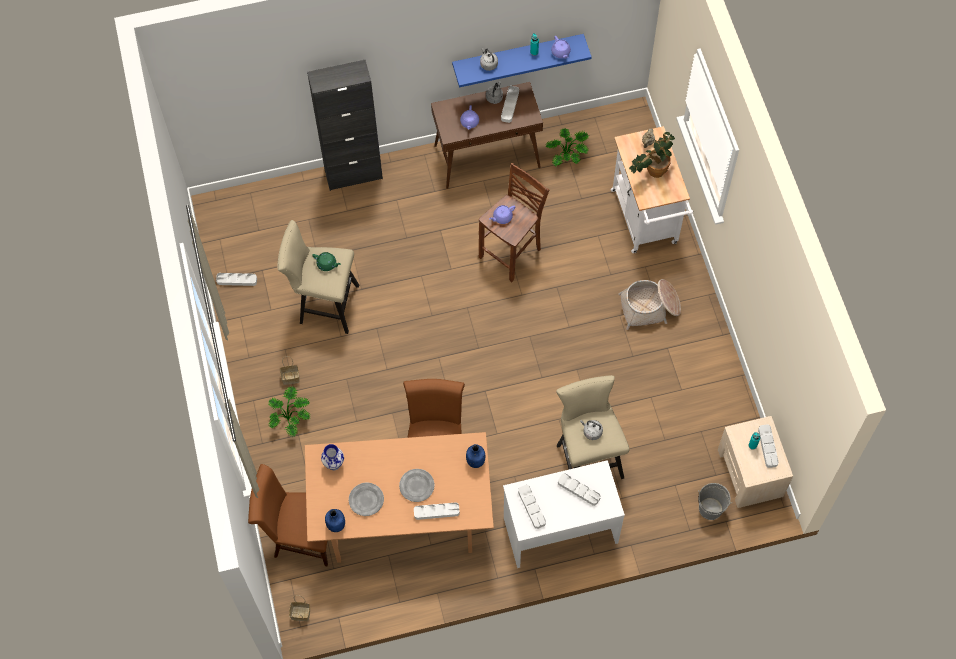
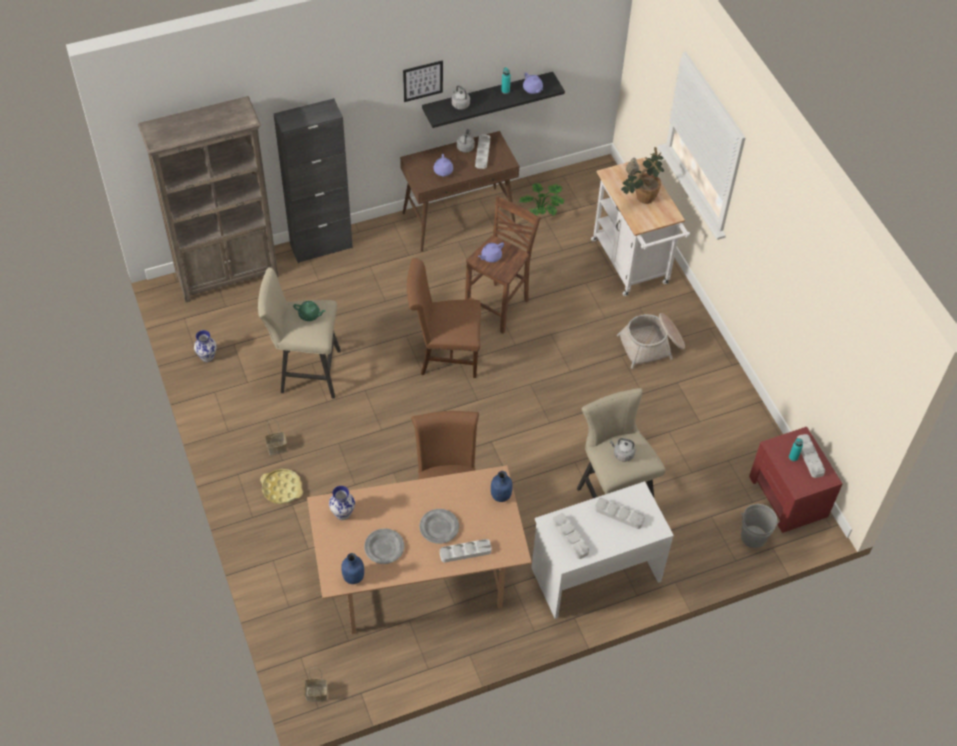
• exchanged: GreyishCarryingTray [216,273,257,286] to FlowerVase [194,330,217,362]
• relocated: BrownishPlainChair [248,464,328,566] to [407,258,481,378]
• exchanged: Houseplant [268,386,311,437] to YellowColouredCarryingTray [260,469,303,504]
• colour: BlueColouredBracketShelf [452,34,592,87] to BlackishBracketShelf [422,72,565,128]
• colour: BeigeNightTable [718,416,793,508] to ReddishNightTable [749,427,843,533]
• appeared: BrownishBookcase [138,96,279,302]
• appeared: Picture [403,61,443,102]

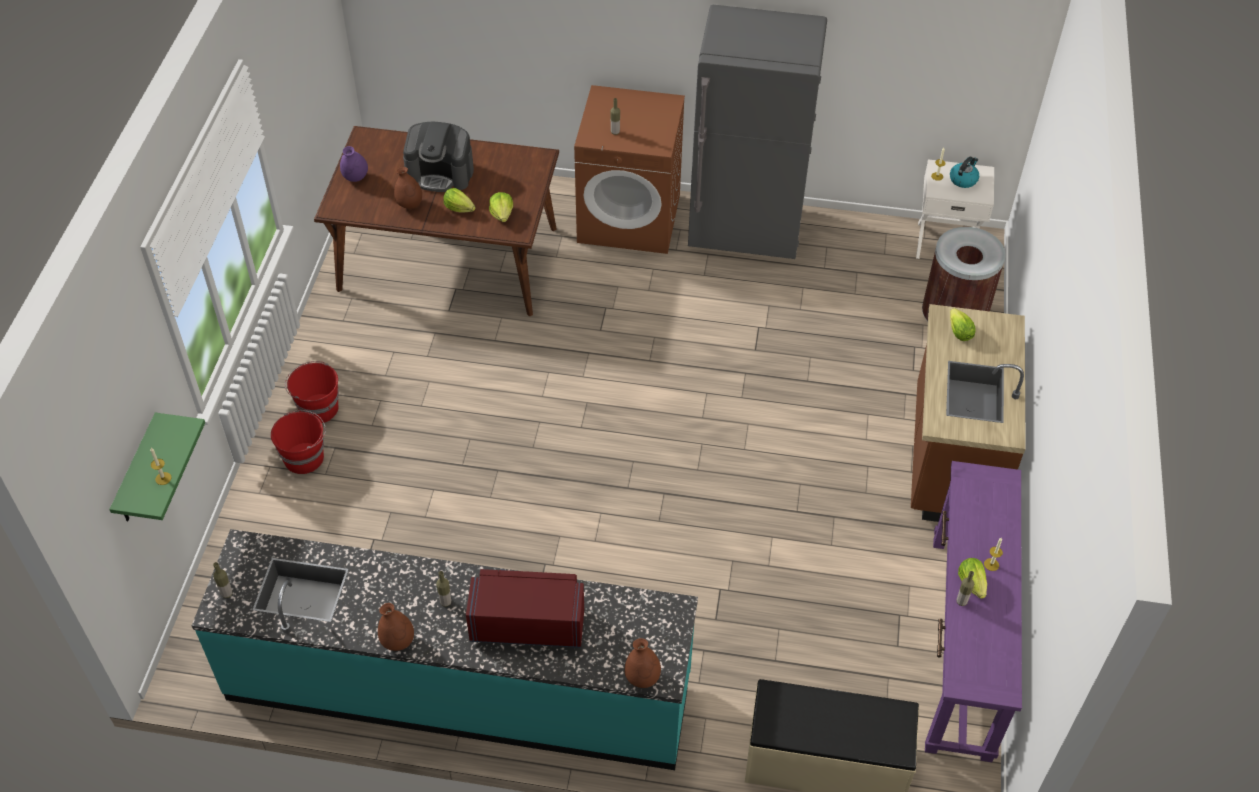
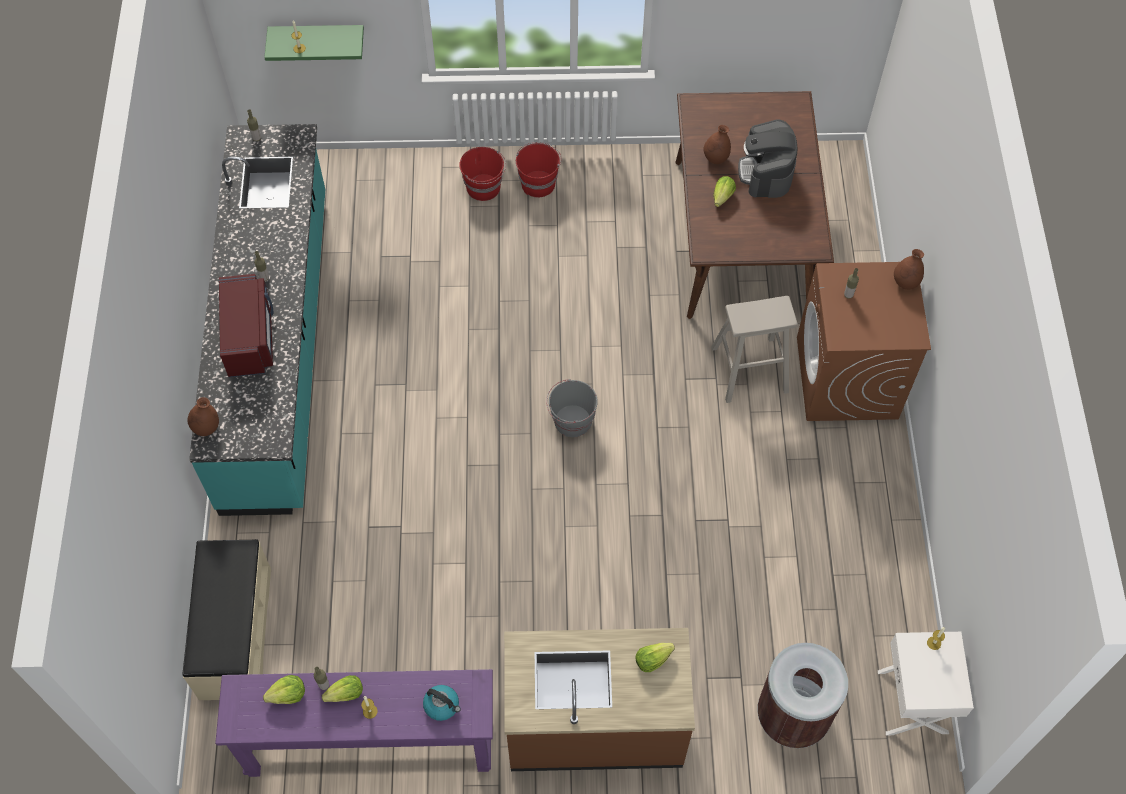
• missing: PurpleColouredFlowerVase [340,146,368,182]
• relocated: BrownishFlowerVase [378,603,414,651] to [894,249,924,290]
• relocated: LettuceHead [489,192,513,222] to [263,675,305,704]
• missing: GreyishKitchenFridge [688,5,827,259]
• relocated: WaterKettle [950,157,979,188] to [423,685,461,721]
• appeared: GreyishPail [546,379,598,437]
• appeared: BeigeStoolSeat [711,296,798,403]

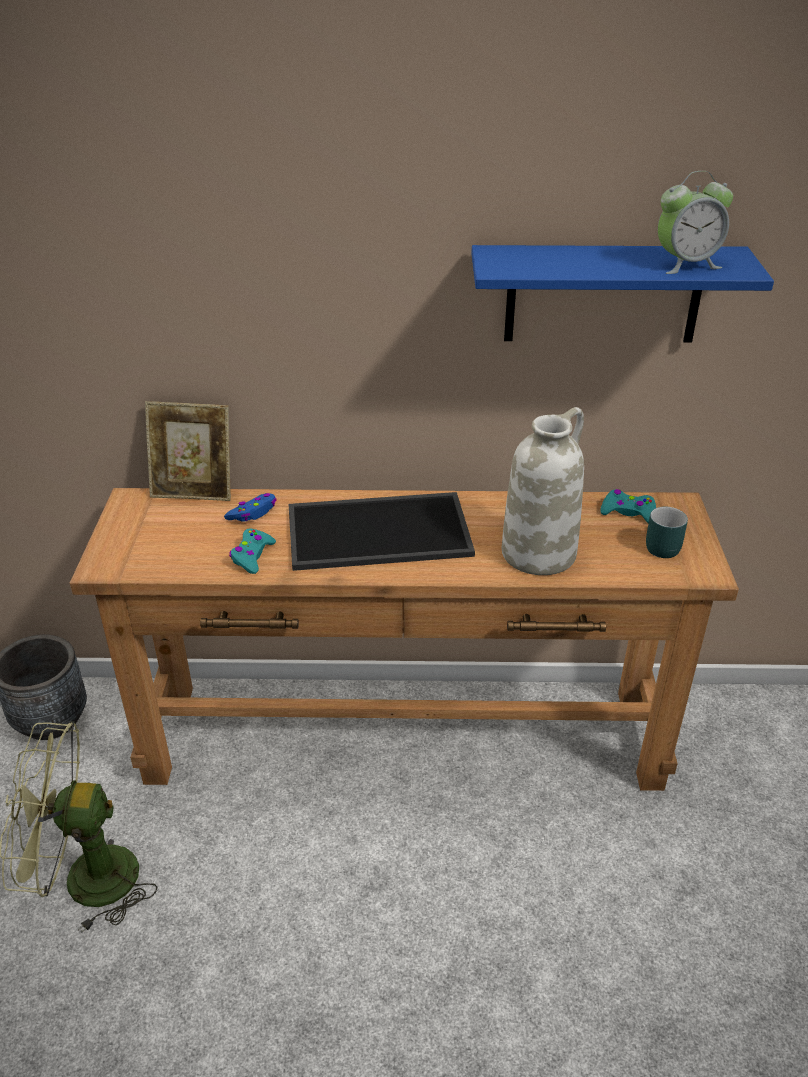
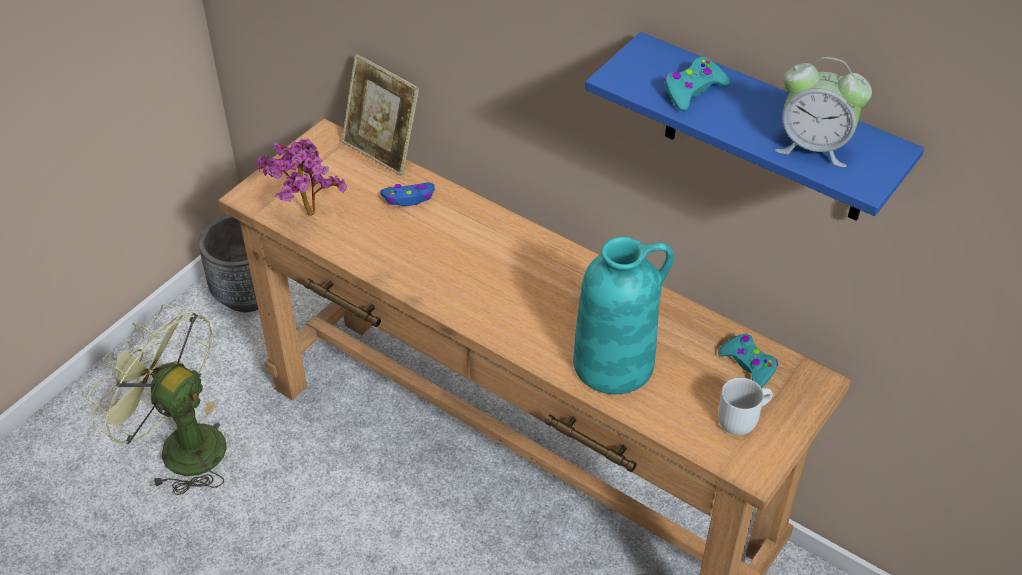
• relocated: BlueGreenGamepad [229,528,276,574] to [664,57,730,111]
• missing: CarryingTray [288,492,475,571]
• colour: WhitishFlowerVase [502,407,584,575] to BlueGreenFlowerVase [573,237,674,394]
• colour: BlueGreenCoffeeMug [646,507,688,558] to WhitishCoffeeMug [718,377,773,435]
• appeared: Houseplant [257,139,347,216]

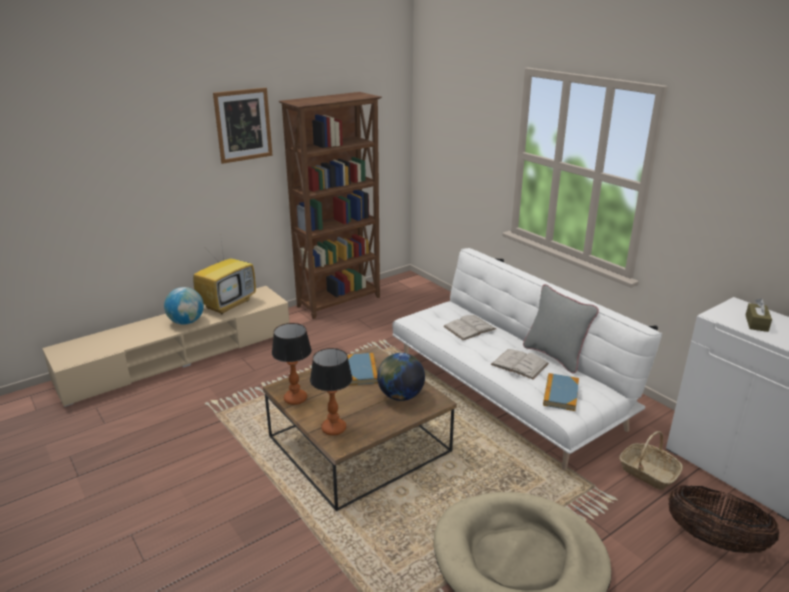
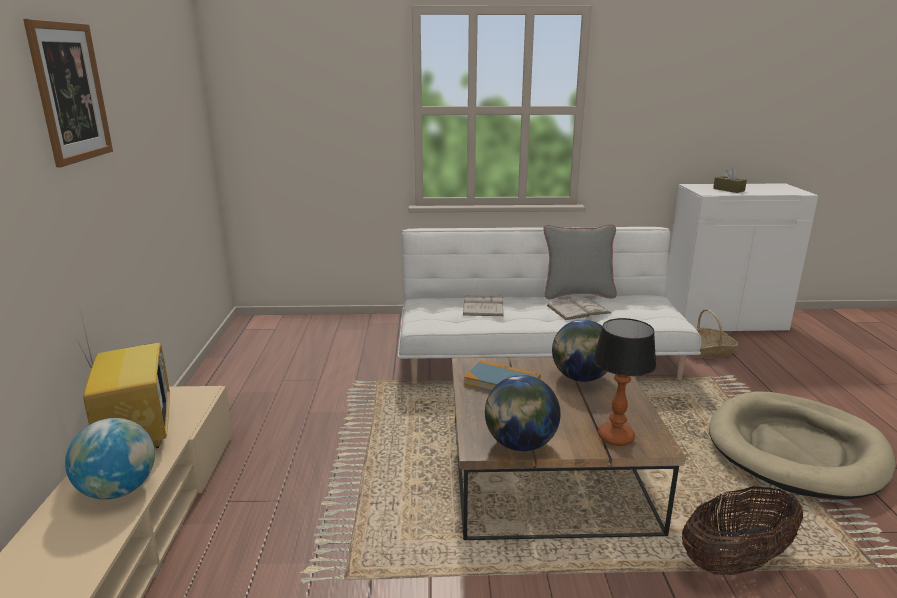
• exchanged: LampForATable [272,323,312,405] to DeskGlobe [485,375,561,451]
• missing: BrownishBookcase [278,92,382,319]
• missing: Volume [543,373,579,411]
• relocated: HouseholdBasket [668,485,779,553] to [682,486,803,575]

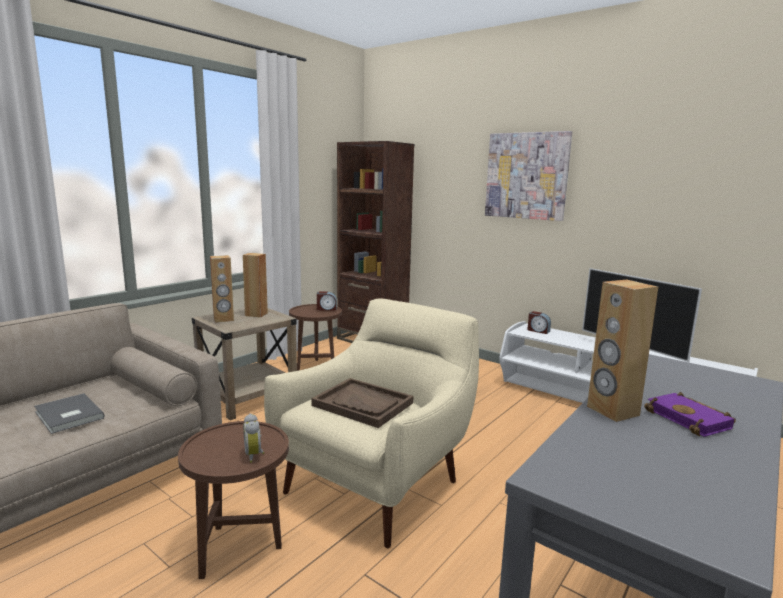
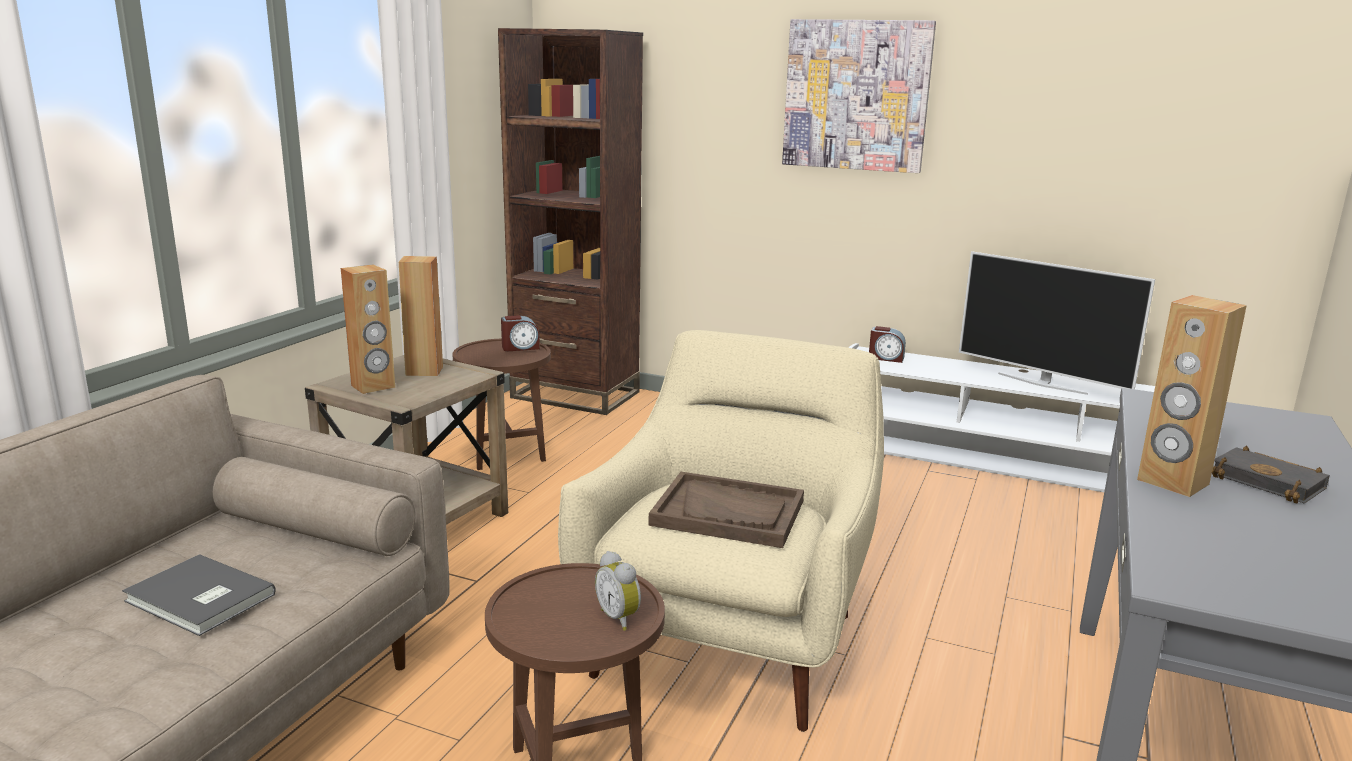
• colour: PurpleColouredVolume [644,392,736,437] to BlackishVolume [1212,446,1330,504]

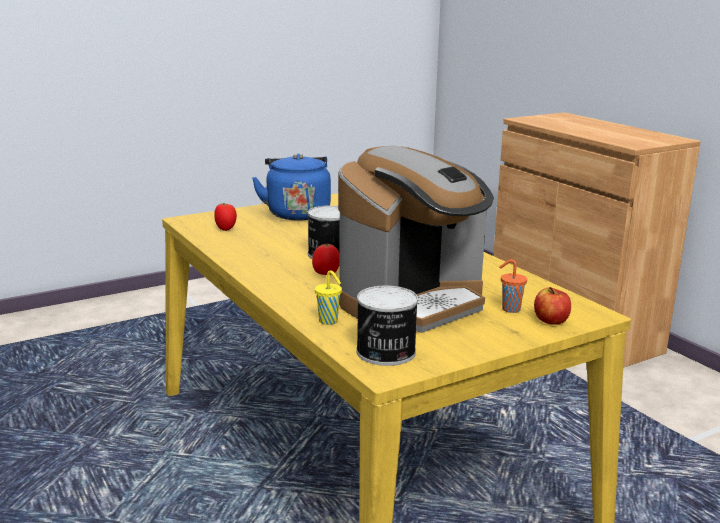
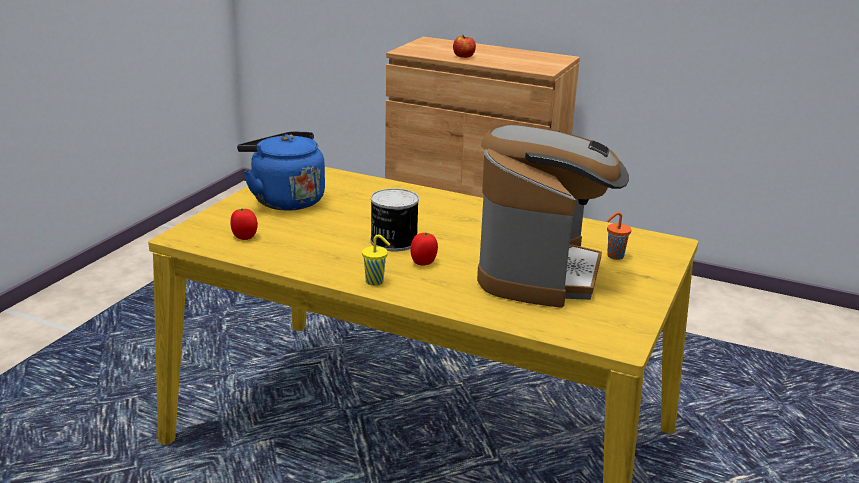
• relocated: YellowColouredSmallCup [315,270,342,325] to [362,235,390,286]
• missing: MetalCan [356,286,418,366]
• relocated: AppleFruit [534,287,571,325] to [453,35,476,58]

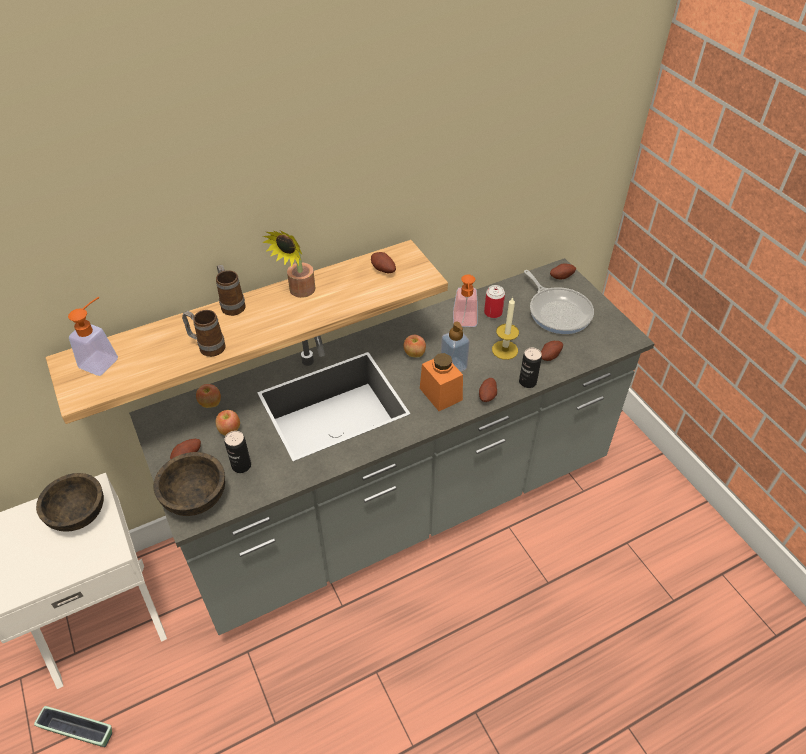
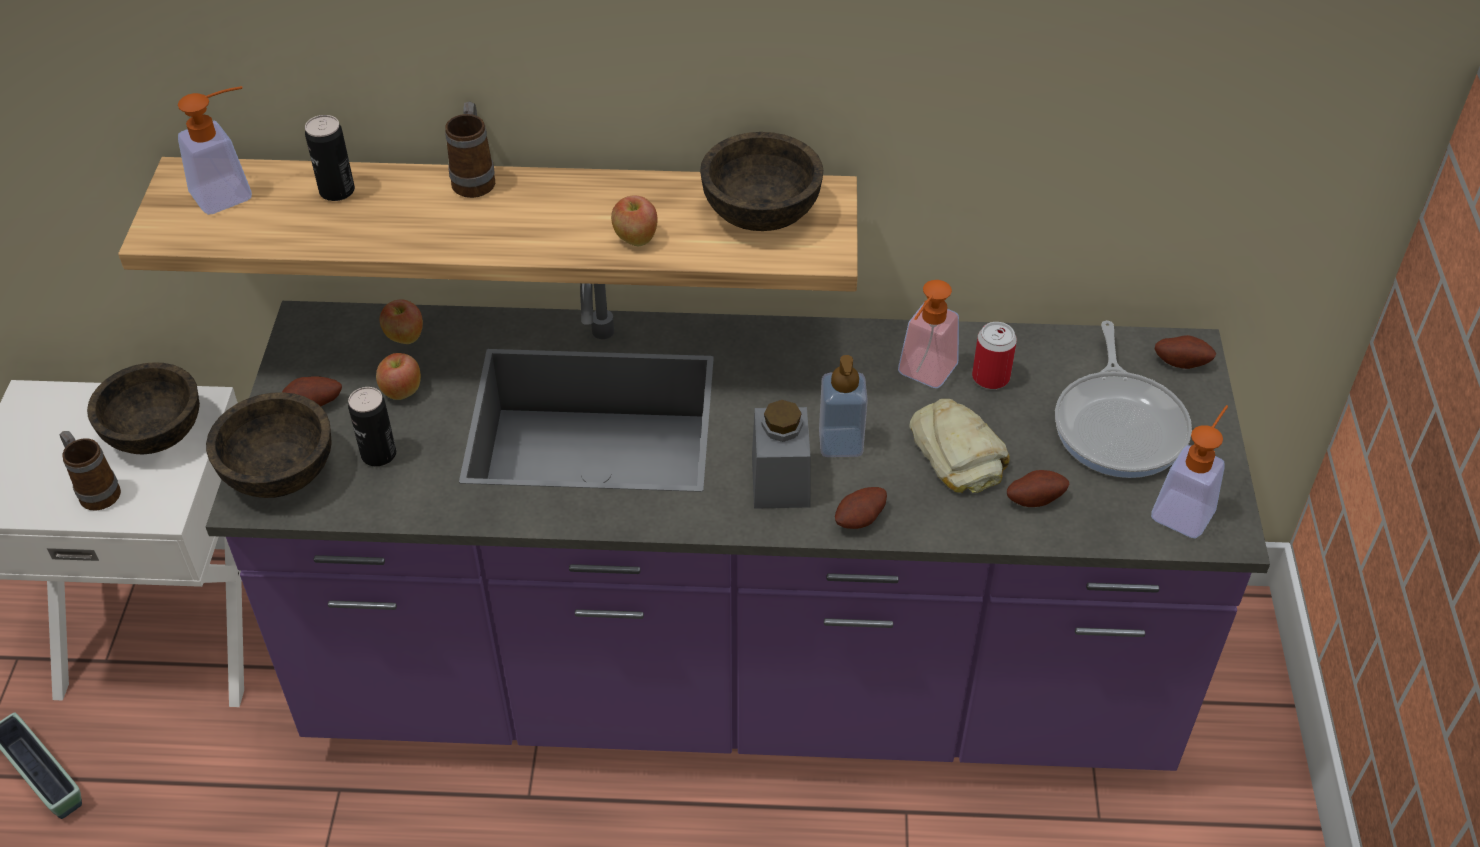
• colour: GreyishKitchenCounter [129,258,655,635] to PurpleColouredKitchenCounter [206,283,1270,771]
• relocated: CoffeeMug [182,310,225,357] to [60,431,121,510]
• missing: Houseplant [262,230,315,298]
• exchanged: WholePotato [371,252,396,273] to BrownishServingBowl [700,132,823,231]
• relocated: AppleFruit [404,335,426,358] to [611,195,658,246]
• colour: OrangeyPreserveJar [420,353,463,411] to GreyishPreserveJar [752,400,811,509]
• exchanged: Candle [492,297,519,360] to BakedBread [909,399,1009,493]
• relocated: MetalCan [519,348,542,388] to [305,115,355,201]
• appeared: LiquidSoapBottle [1151,405,1228,539]

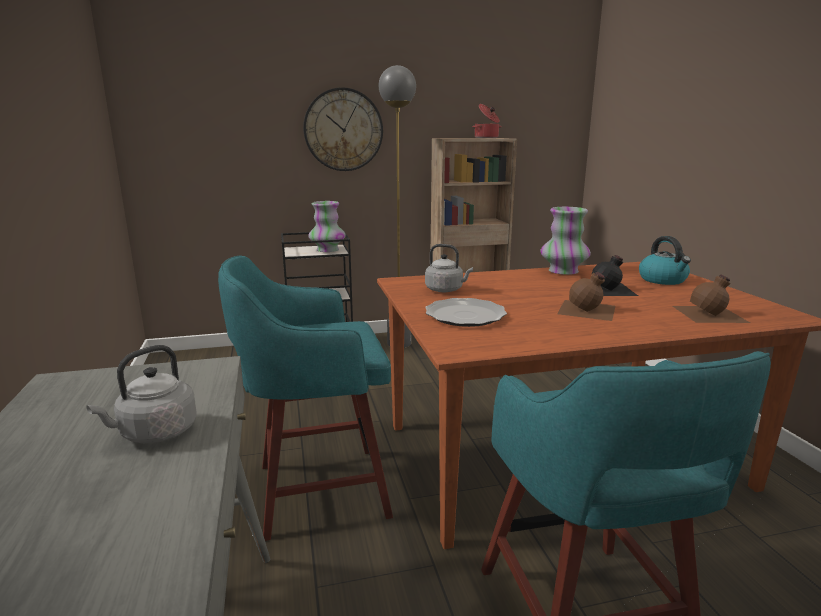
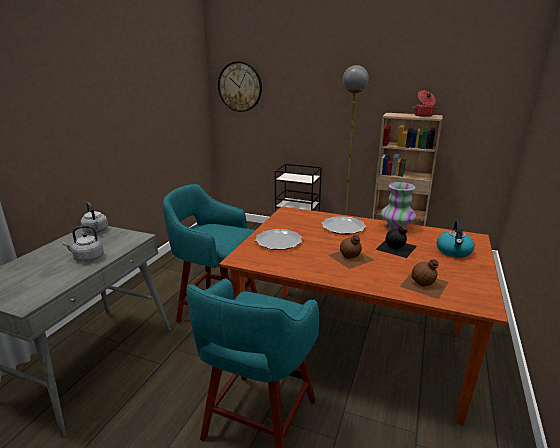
• relocated: WallClock [303,87,383,171] to [218,61,262,112]
• missing: FlowerVase [308,201,346,252]
• relocated: GreyishWaterKettle [425,244,473,292] to [81,202,108,234]
• appeared: Plate [322,216,366,235]

